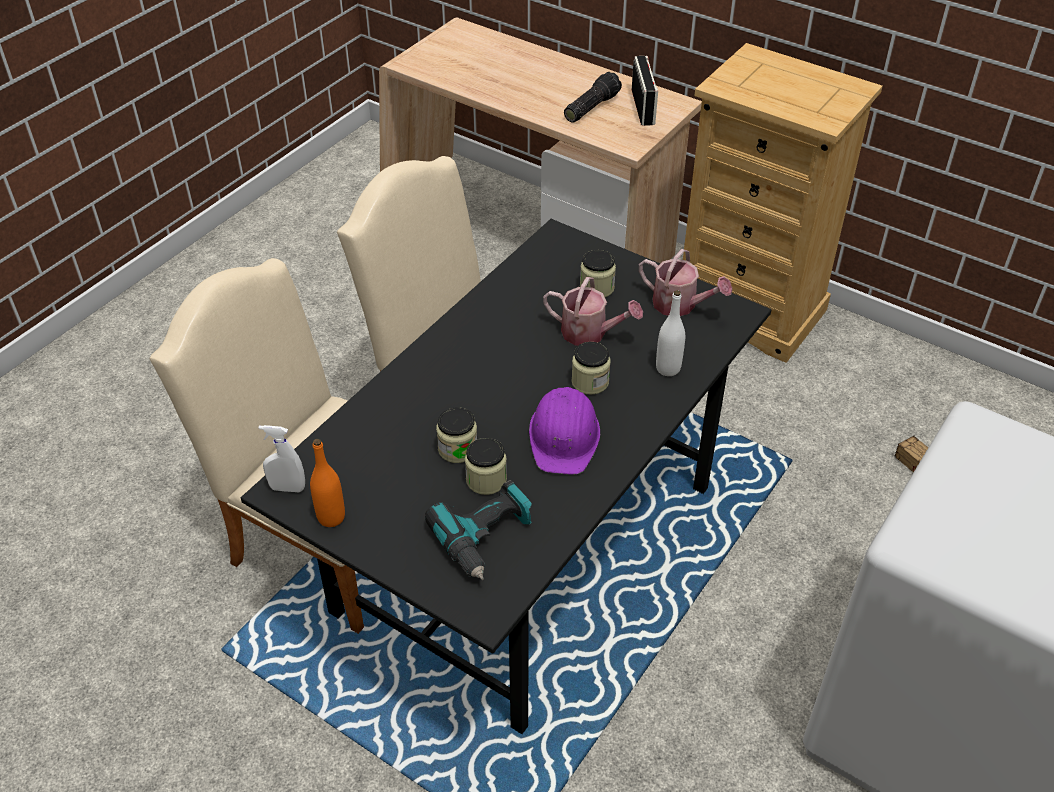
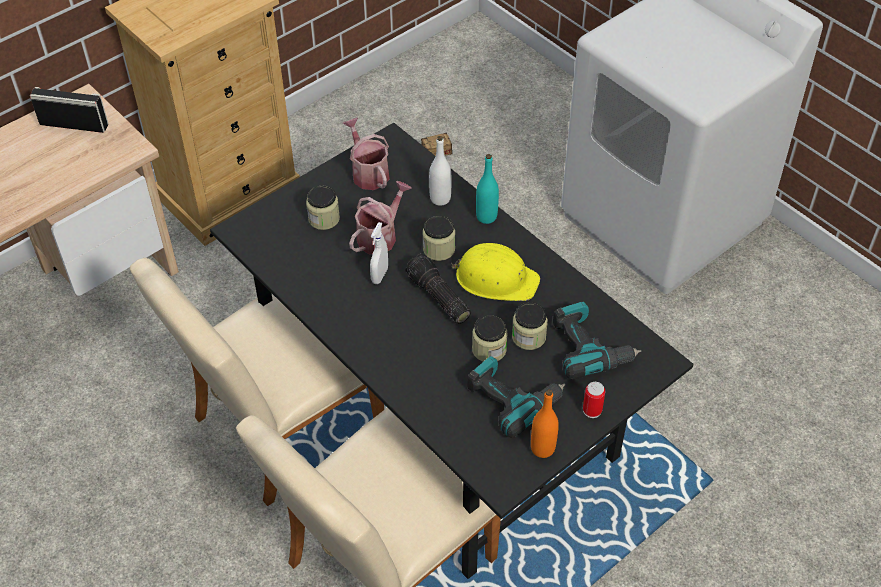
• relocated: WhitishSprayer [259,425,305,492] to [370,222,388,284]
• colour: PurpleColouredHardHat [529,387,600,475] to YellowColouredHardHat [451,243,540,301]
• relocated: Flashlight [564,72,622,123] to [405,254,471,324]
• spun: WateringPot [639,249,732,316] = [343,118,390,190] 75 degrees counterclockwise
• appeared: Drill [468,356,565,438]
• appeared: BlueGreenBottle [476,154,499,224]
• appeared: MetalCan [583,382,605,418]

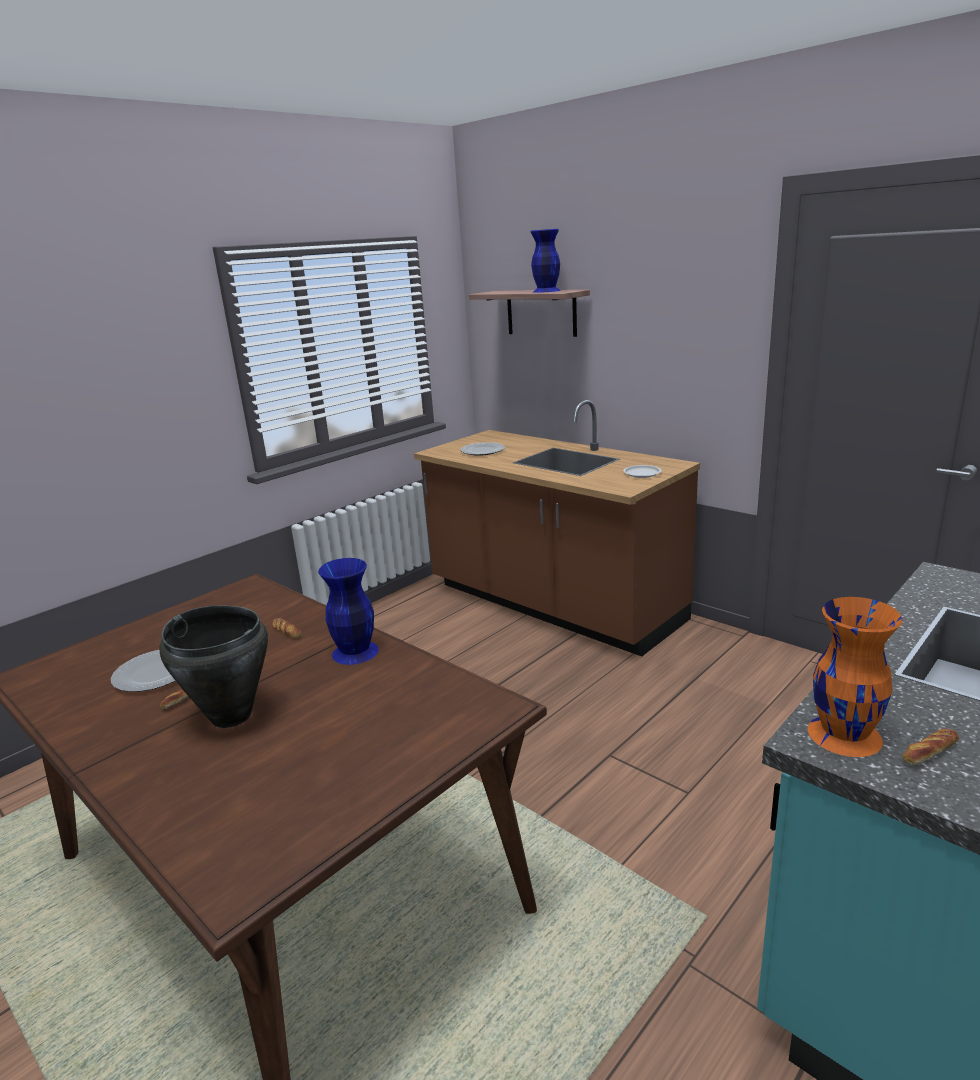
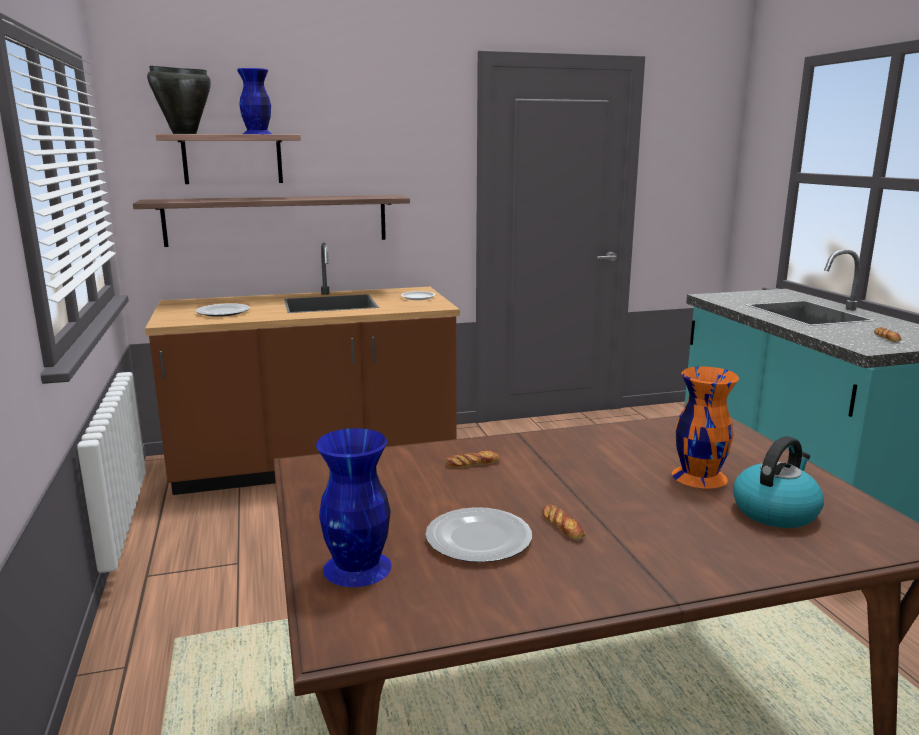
• relocated: BlackishSaucepot [159,605,268,728] to [147,66,211,134]
• relocated: BlueColouredFlowerVase [318,558,379,665] to [316,428,392,587]
• relocated: OrangeyFlowerVase [808,597,903,757] to [672,366,739,489]
• appeared: BracketShelf [133,195,410,247]
• appeared: WaterKettle [733,436,824,528]

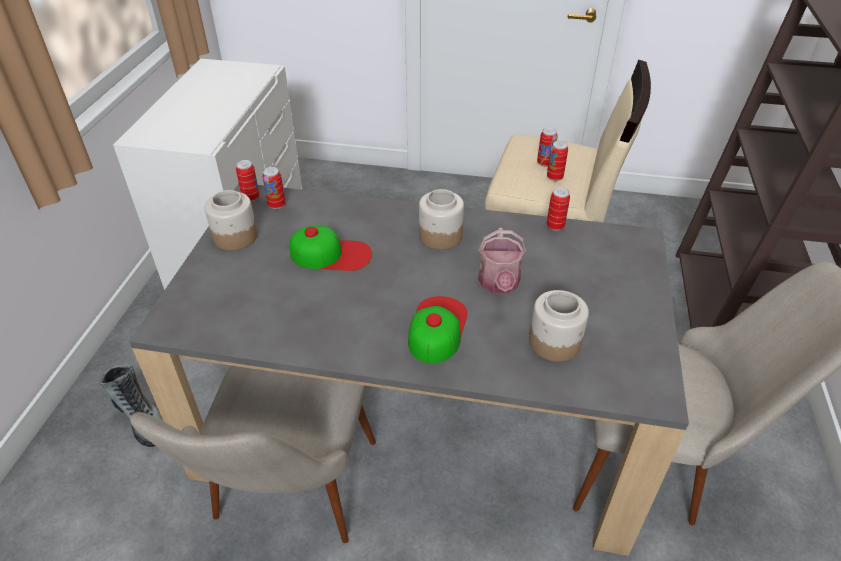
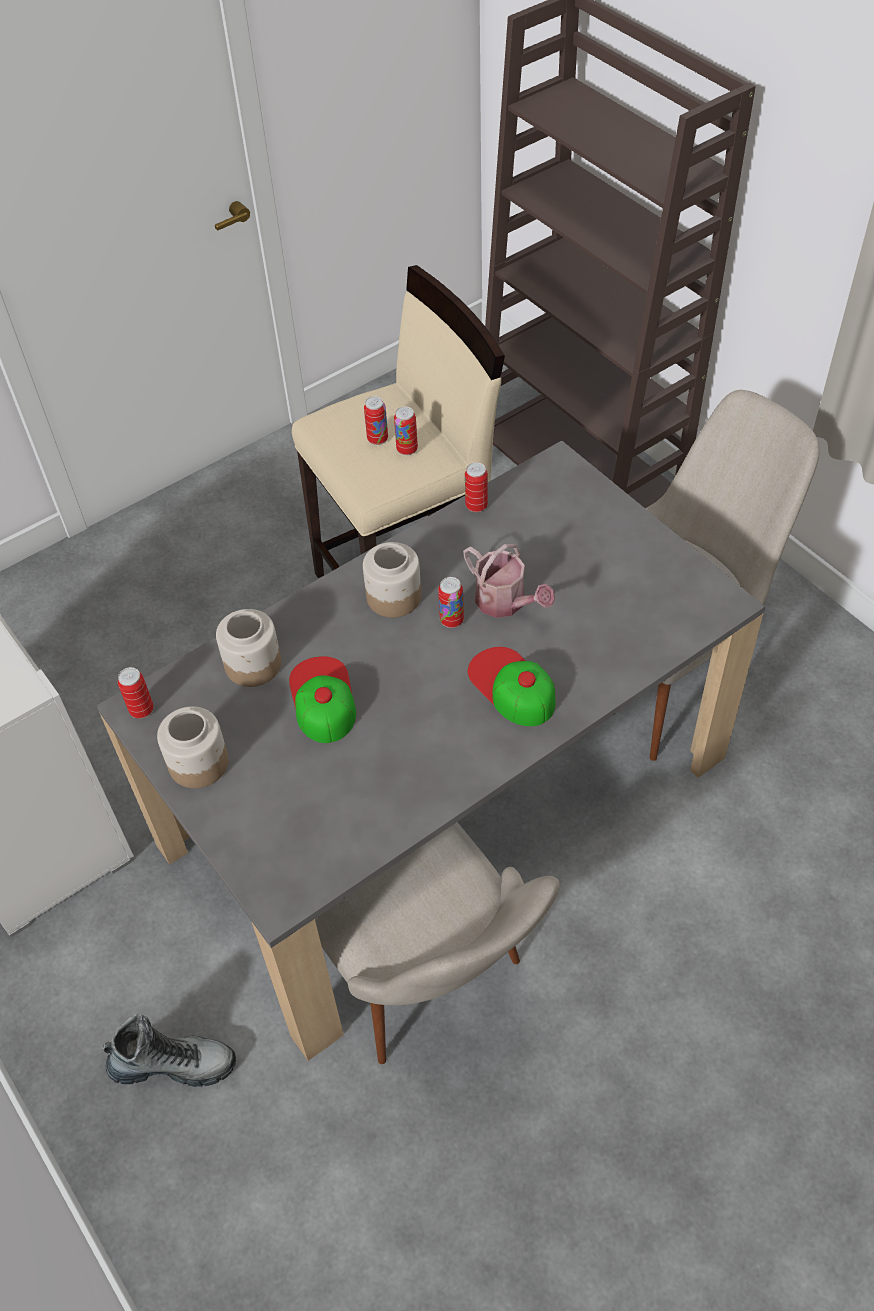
• relocated: MetalCan [263,167,285,209] to [438,577,464,628]
• spun: BaseballCap [290,226,372,271] = [289,656,356,743] 60 degrees counterclockwise
• relocated: PreserveJar [529,290,589,362] to [216,609,281,687]

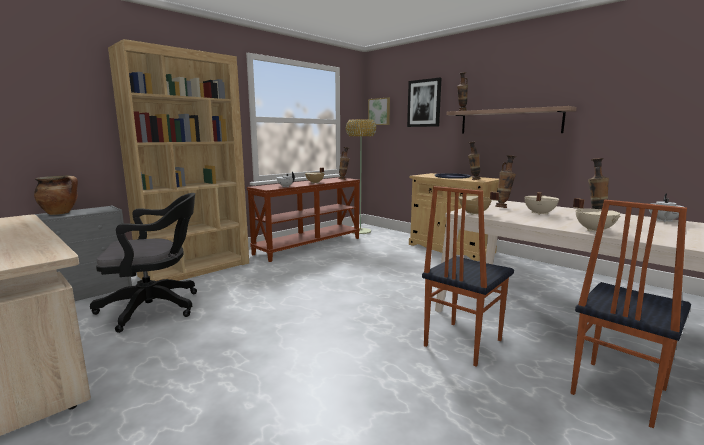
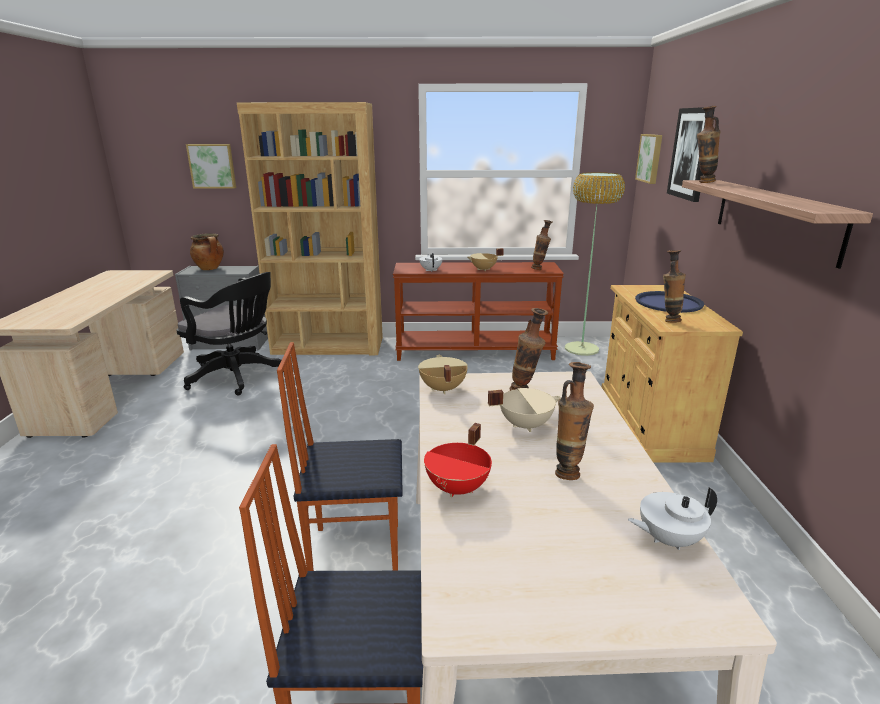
• colour: BeigeSaucepot [573,198,620,231] to ReddishSaucepot [424,423,492,497]
• appeared: Picture [186,144,236,189]

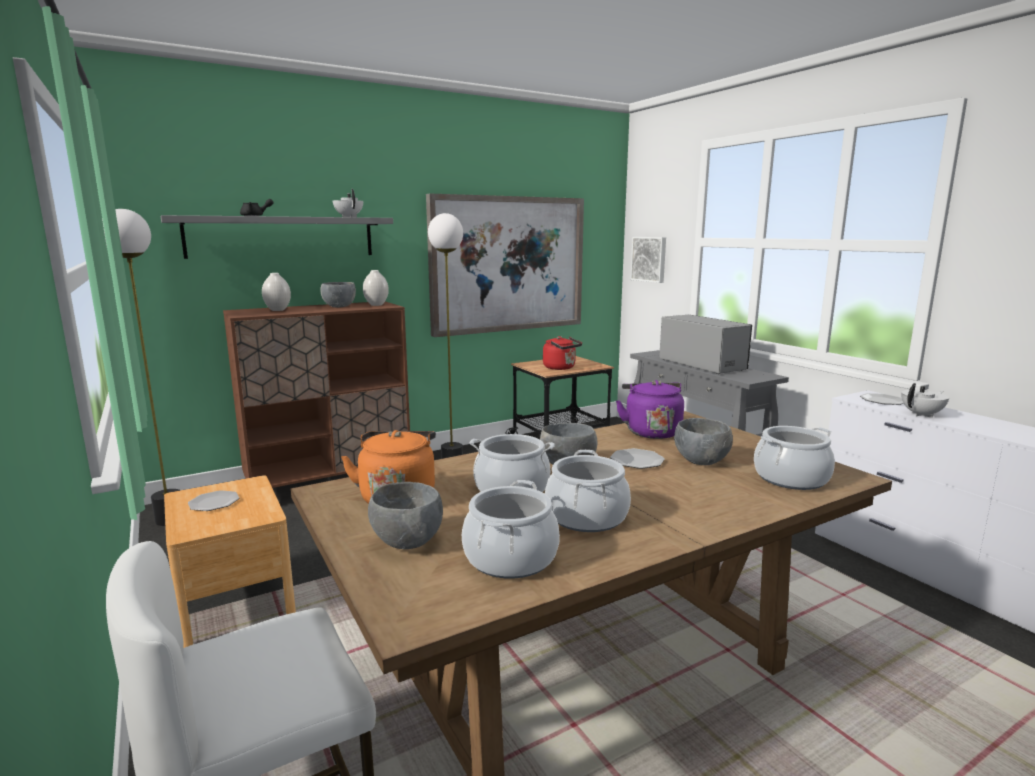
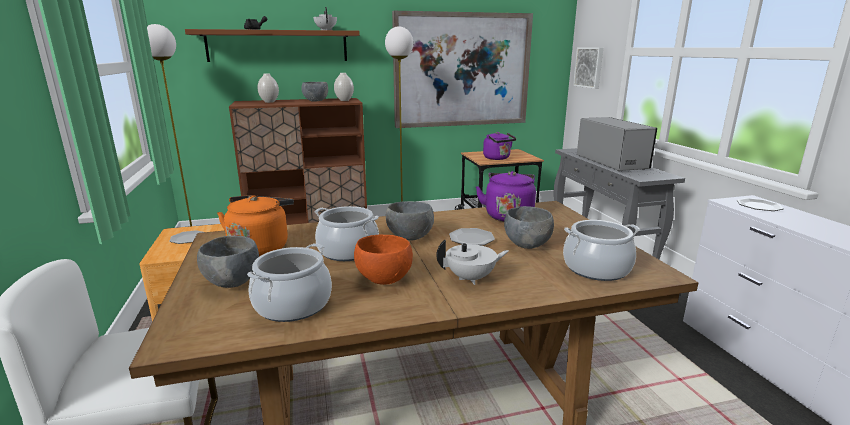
• colour: GreyishBracketShelf [161,215,393,259] to BrownishBracketShelf [185,29,360,62]
• colour: ReddishWaterKettle [543,336,582,370] to PurpleColouredWaterKettle [483,132,516,160]
• exchanged: Saucepot [545,450,631,532] to OrangeyServingBowl [354,234,413,285]
• relocated: WhitishTeaPot [901,383,949,418] to [436,240,509,285]

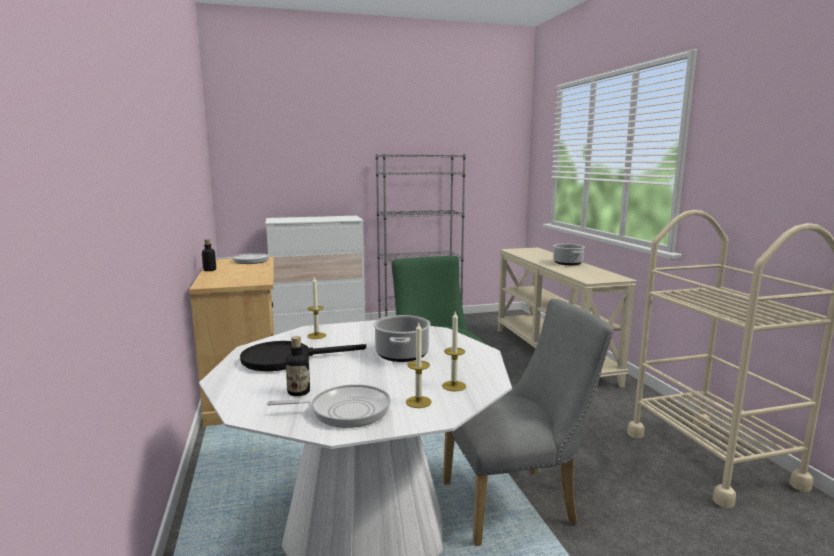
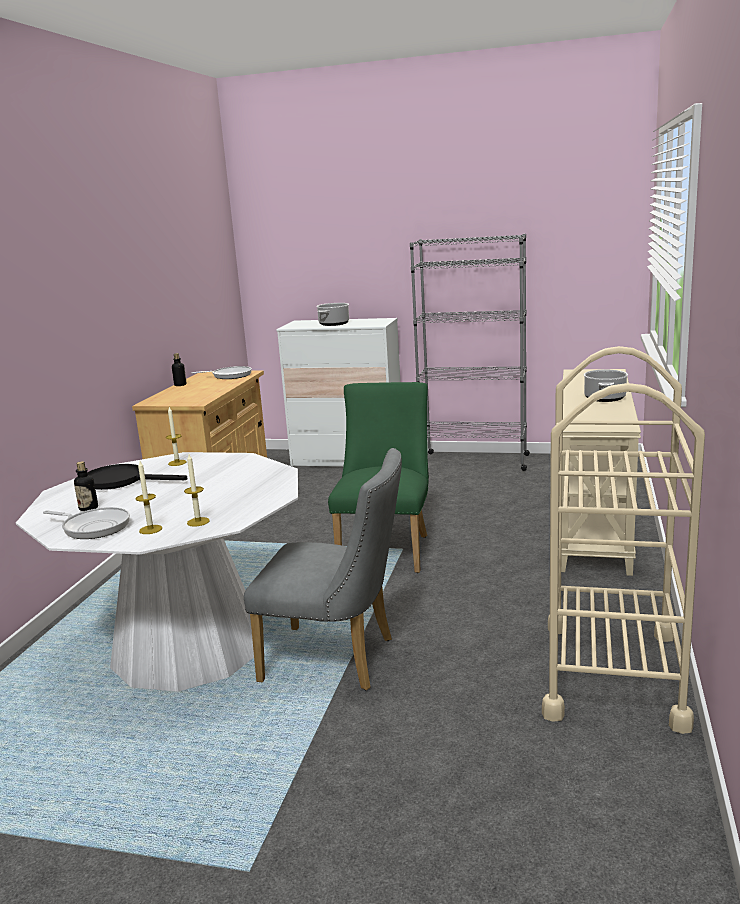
• relocated: Saucepot [373,315,431,362] to [316,303,349,326]

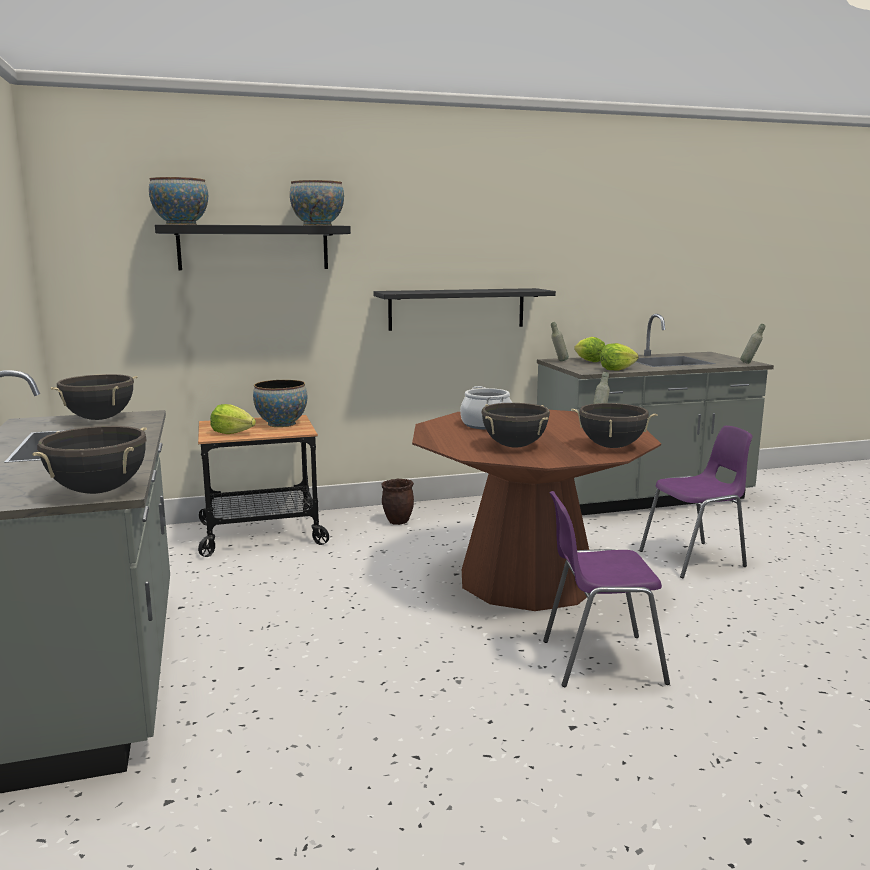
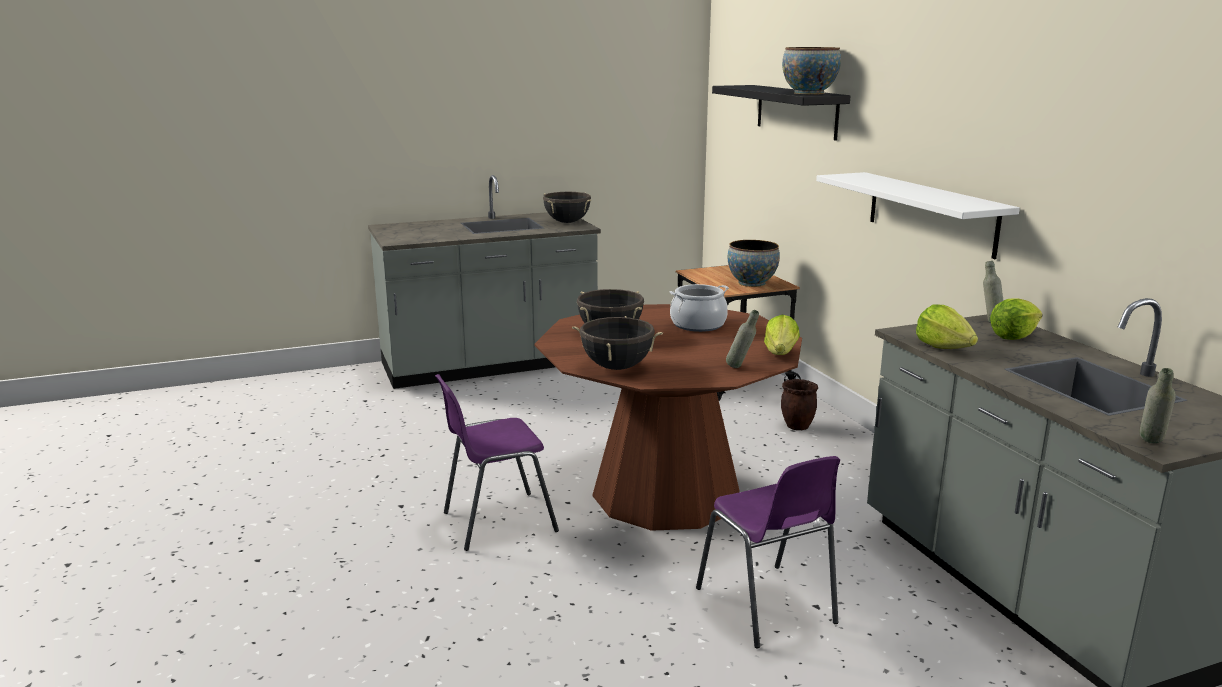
• missing: BlackishSaucepot [32,426,147,494]
• missing: ServingBowl [149,177,208,225]
• relocated: LettuceHead [210,404,256,434] to [764,315,800,355]
• colour: BlackishBracketShelf [373,288,556,331] to WhitishBracketShelf [816,172,1020,259]
• spun: PurpleColouredPlainChair [543,491,670,687] = [435,374,559,551] 105 degrees counterclockwise

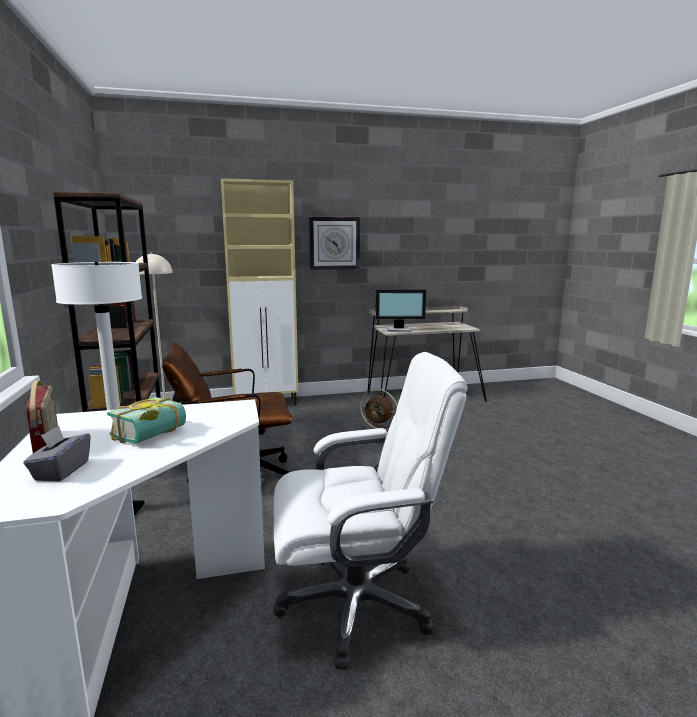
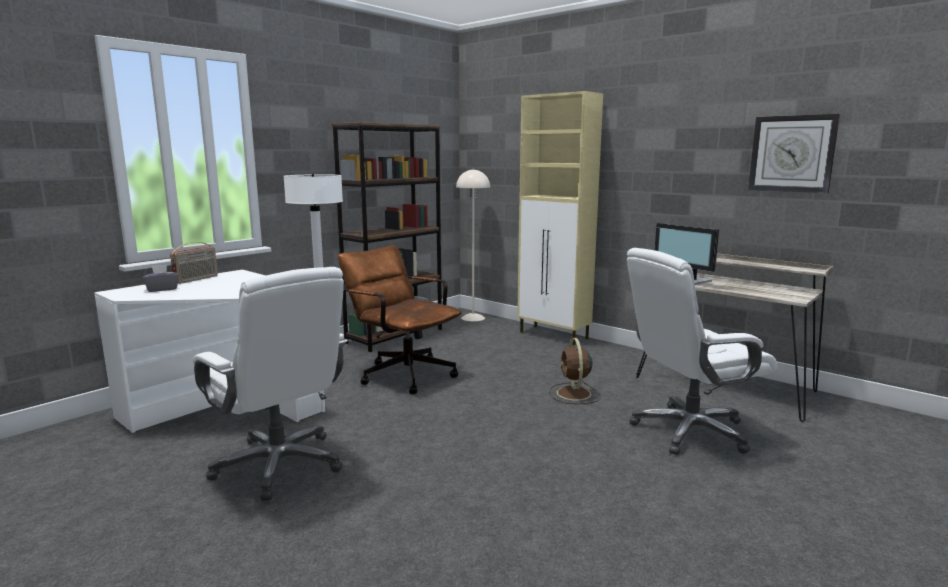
• missing: Volume [107,397,186,444]
• relocated: WallClock [309,217,360,270] to [748,114,840,193]
• appeared: WhitishDeskChair [627,248,778,455]

